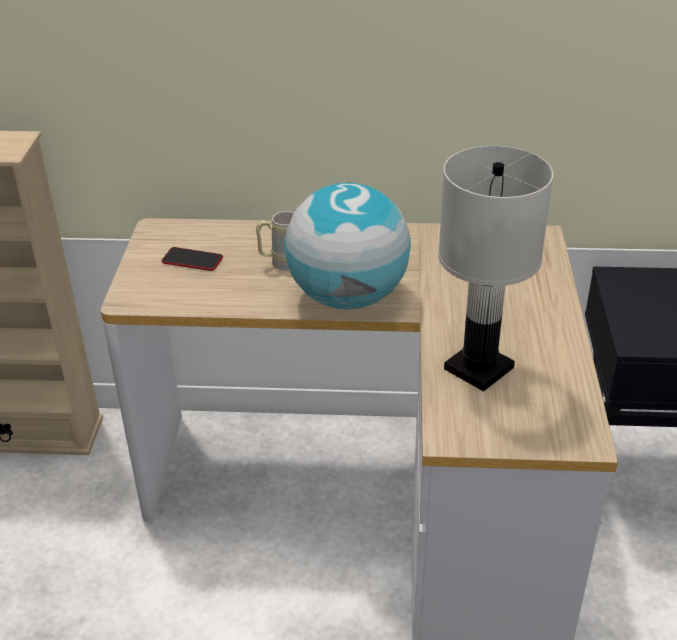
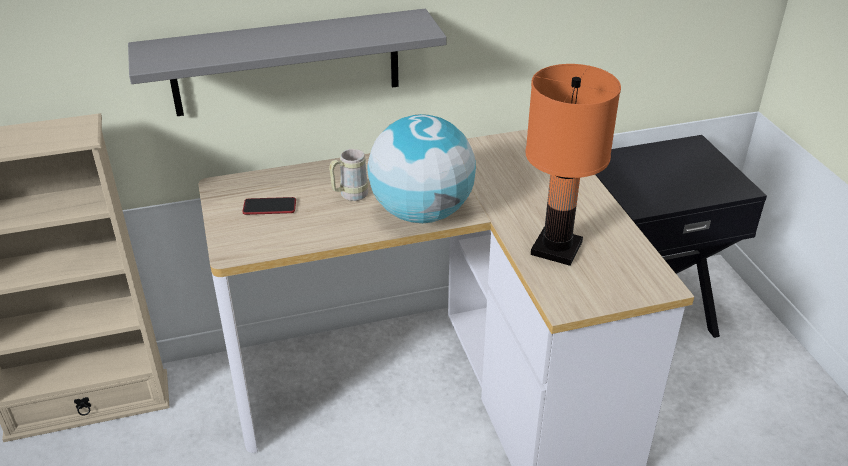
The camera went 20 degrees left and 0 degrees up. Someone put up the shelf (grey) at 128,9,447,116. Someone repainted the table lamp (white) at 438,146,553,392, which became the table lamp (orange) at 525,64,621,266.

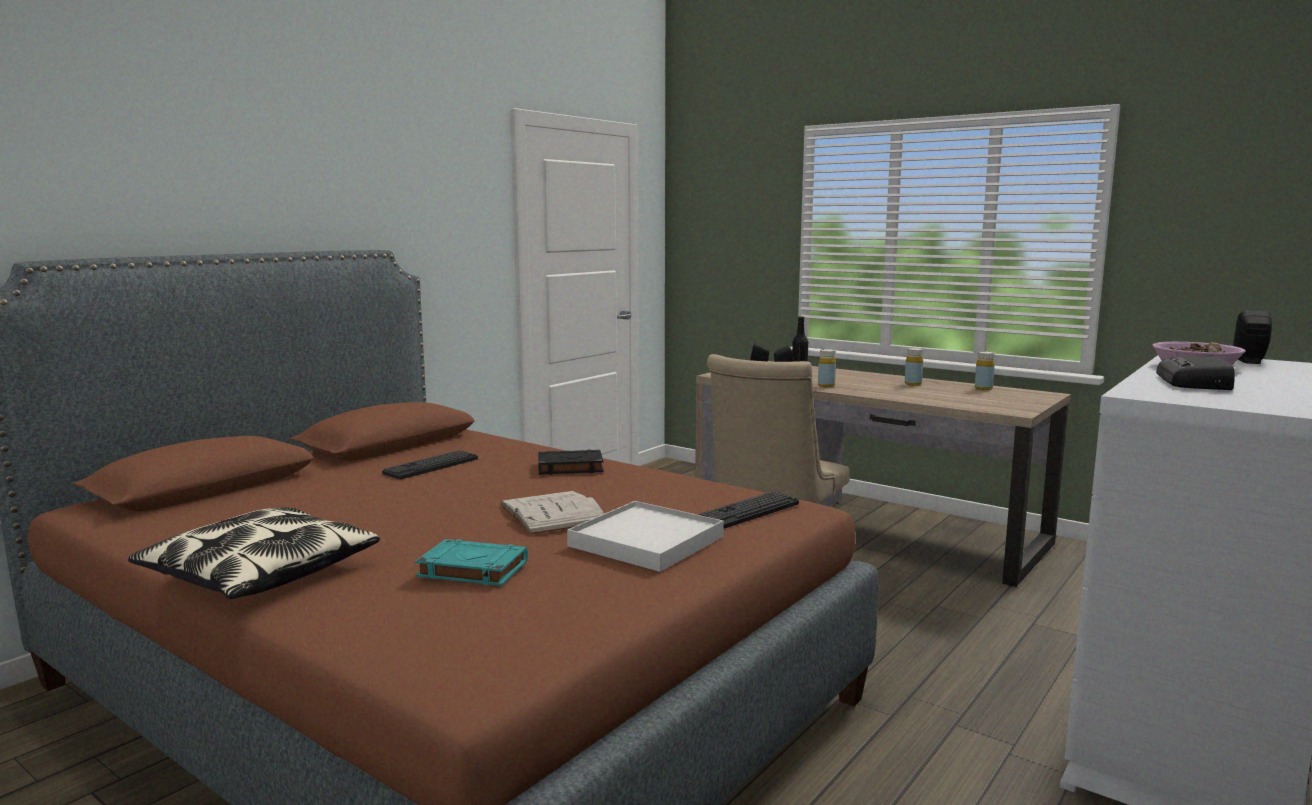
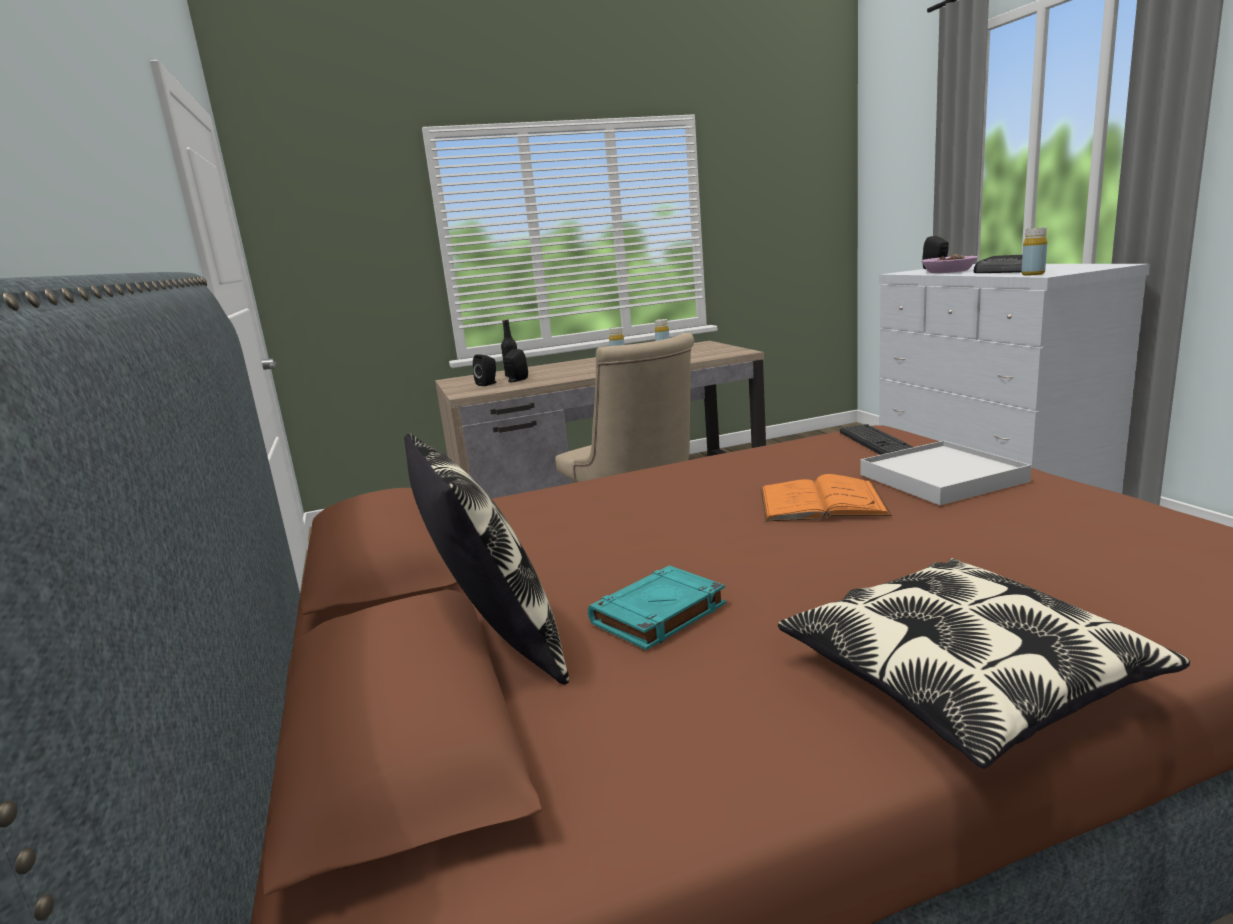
The camera went 55 degrees left and 5 degrees up. Someone put down the pillow at 404,434,569,685. Someone carried the book (turquoise) from 415,539,528,586 to 588,565,726,650. Someone repainted the book (white) at 500,491,604,534, which became the book (orange) at 760,474,892,521. Someone carried the bottle (yellow) from 818,349,836,387 to 1022,227,1047,276. Someone took away the keyboard at 382,450,478,480. Someone took away the book (black) at 538,450,604,475.

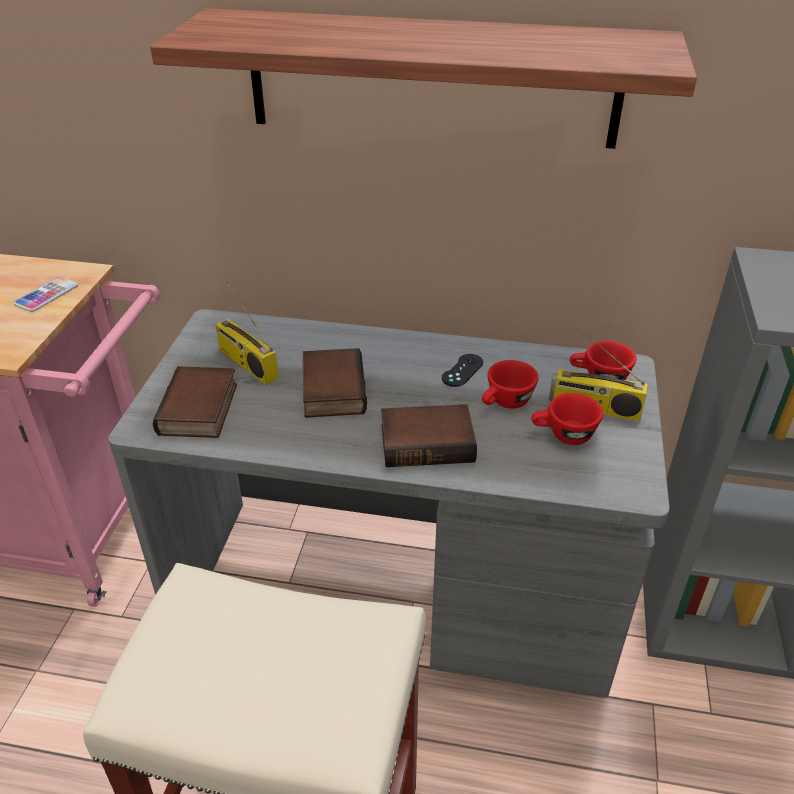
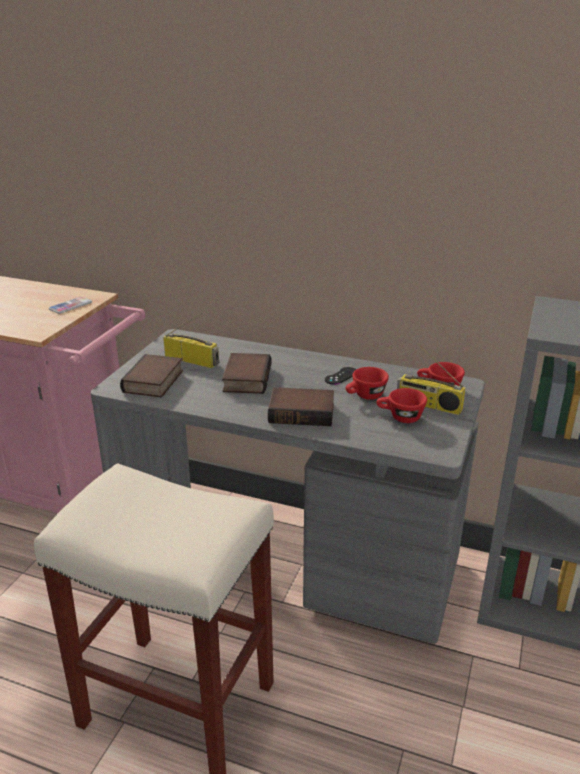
The camera went 10 degrees right and 10 degrees down. Someone rotated the radio at 215,282,279,385 by 150 degrees clockwise. Someone took away the shelf at 150,8,697,149.

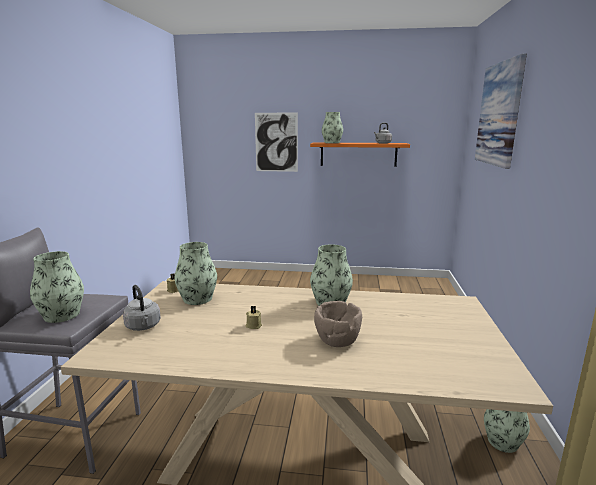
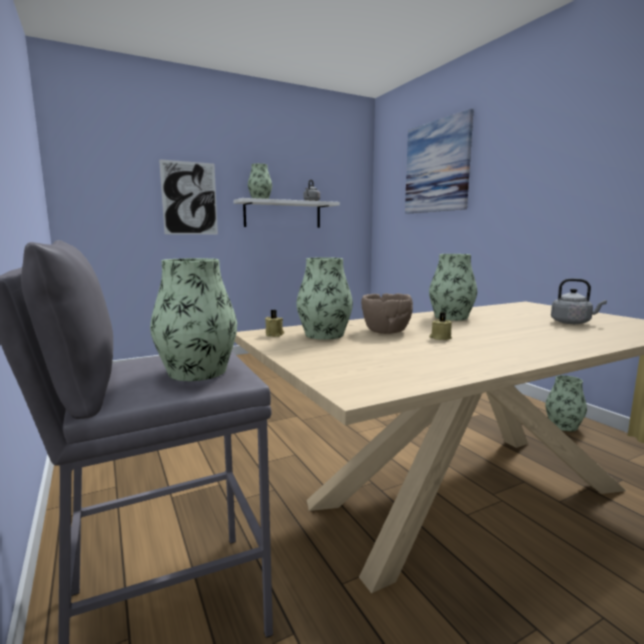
The camera went 35 degrees left and 5 degrees down. Someone repainted the shelf (orange) at 310,142,410,167, which became the shelf (white) at 234,198,340,228. Someone carried the bowl (brown) from 314,301,362,347 to 361,293,413,334. Someone carried the kettle (grey) from 123,285,161,331 to 551,278,607,324.

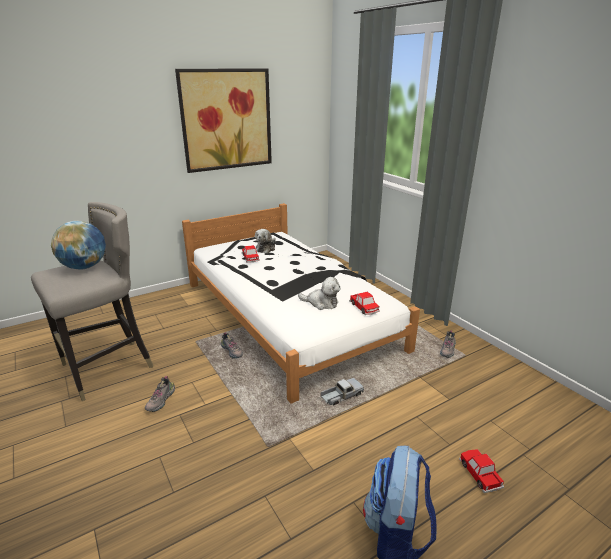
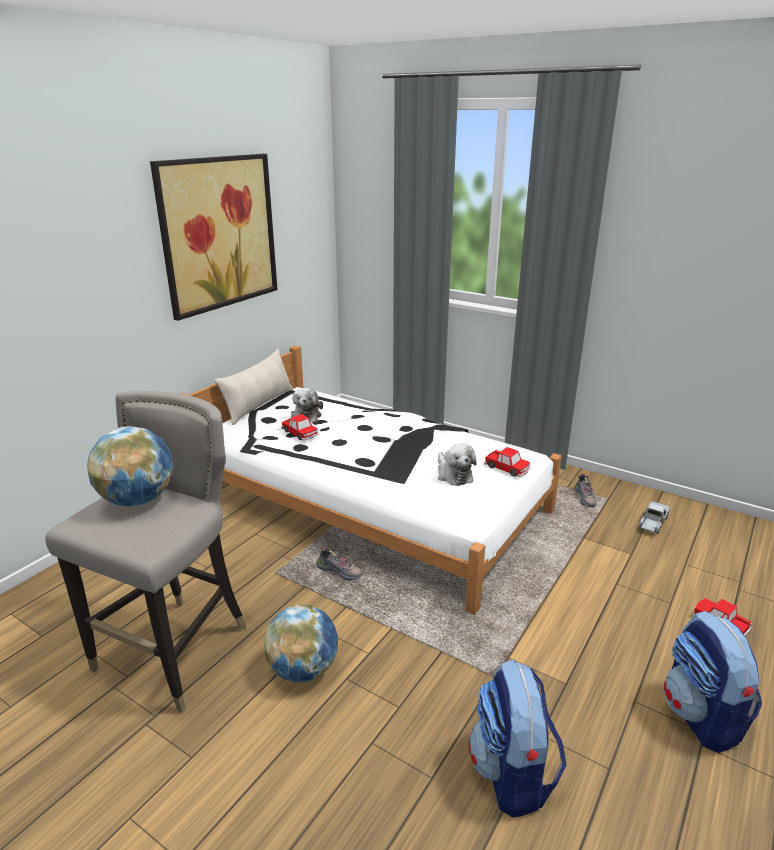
The camera went 25 degrees left and 0 degrees up. Someone put down the pillow (beige) at 215,349,293,425. Someone swapped the shoe at 145,376,175,412 for the globe at 264,604,338,682. Someone rotated the plush toy at 298,277,341,310 by 75 degrees clockwise. Someone put down the backpack at 469,659,567,818. Someone carried the toy truck from 321,378,364,406 to 639,501,670,534.

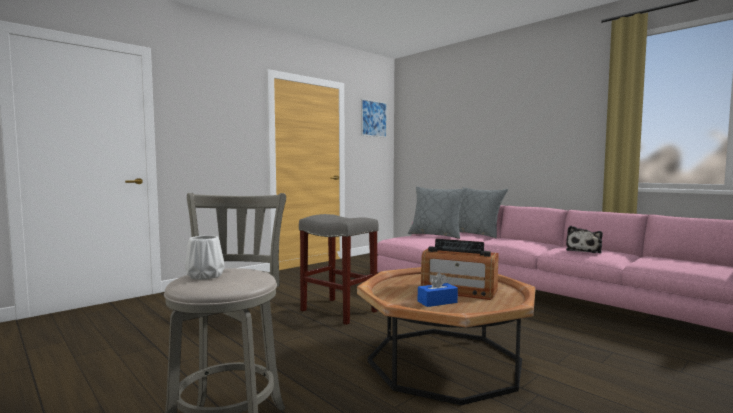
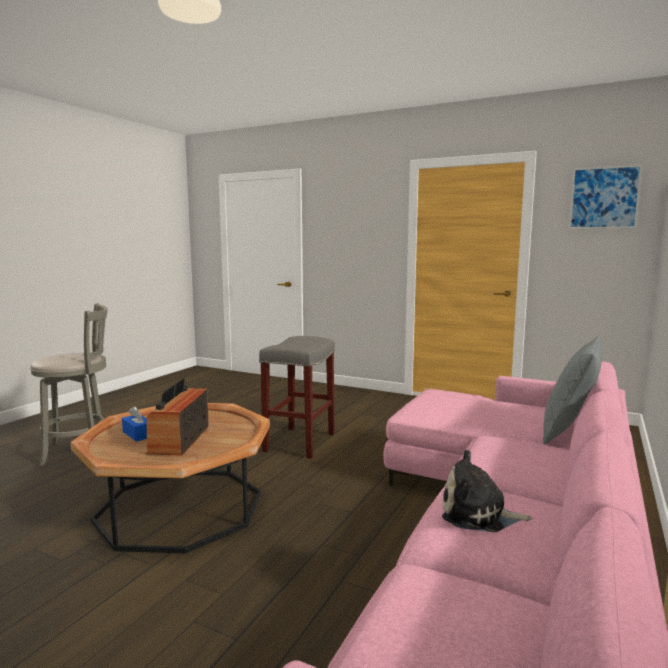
The camera went 70 degrees right and 5 degrees up. Someone took away the vase (white) at 185,235,225,280. Someone took away the pillow (grey) at 408,187,468,239.

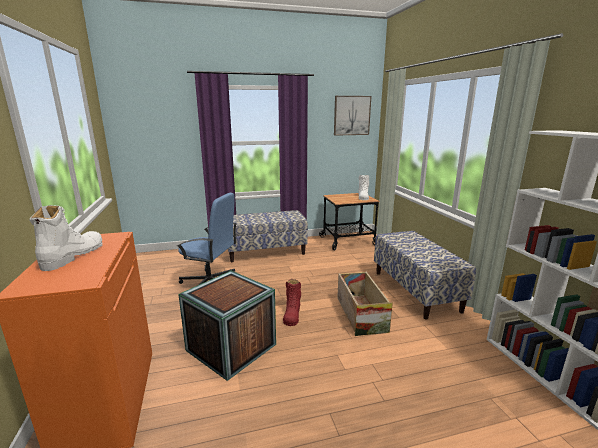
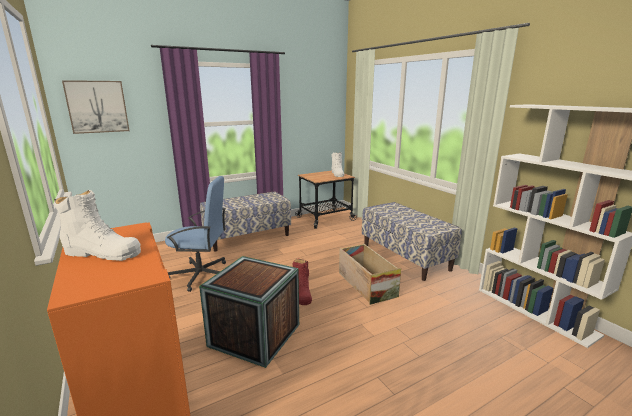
The camera went 15 degrees left and 0 degrees up. Someone rotated the boot (white) at 29,205,102,271 by 105 degrees clockwise. Someone carried the picture from 334,96,372,136 to 62,80,130,134.

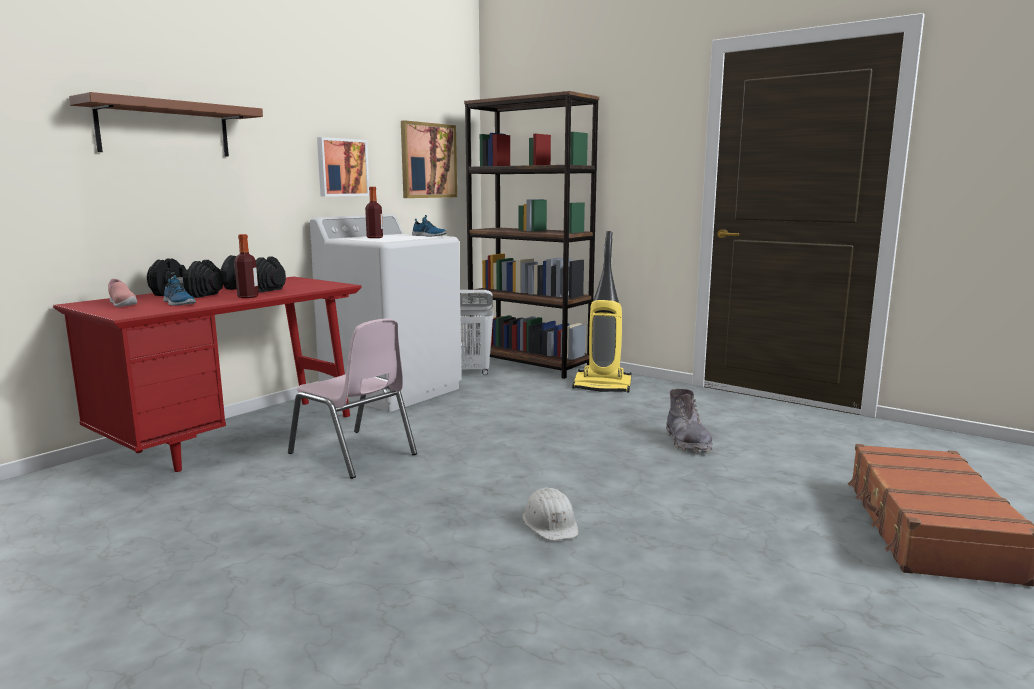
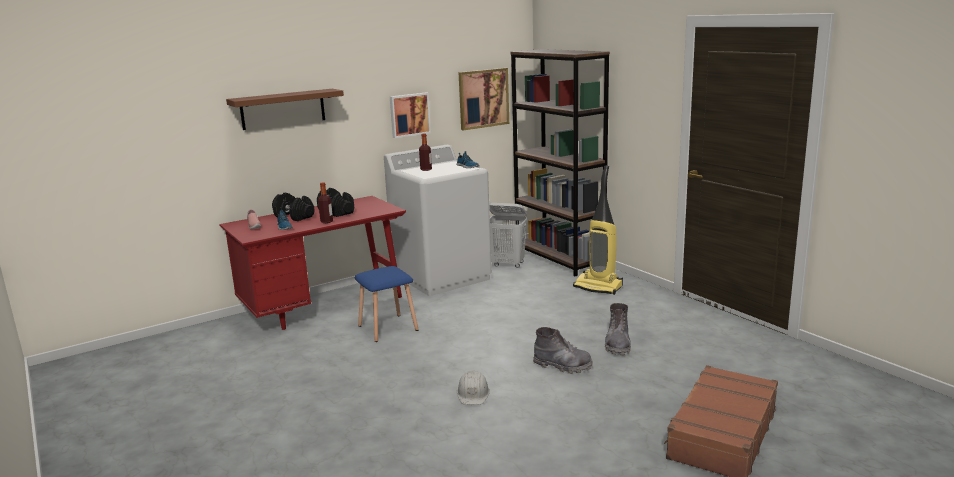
The camera went 20 degrees right and 5 degrees up. Someone swapped the chair (pink) at 288,318,417,479 for the stool (blue) at 355,266,419,342. Someone put down the boot (grey) at 533,327,593,374.

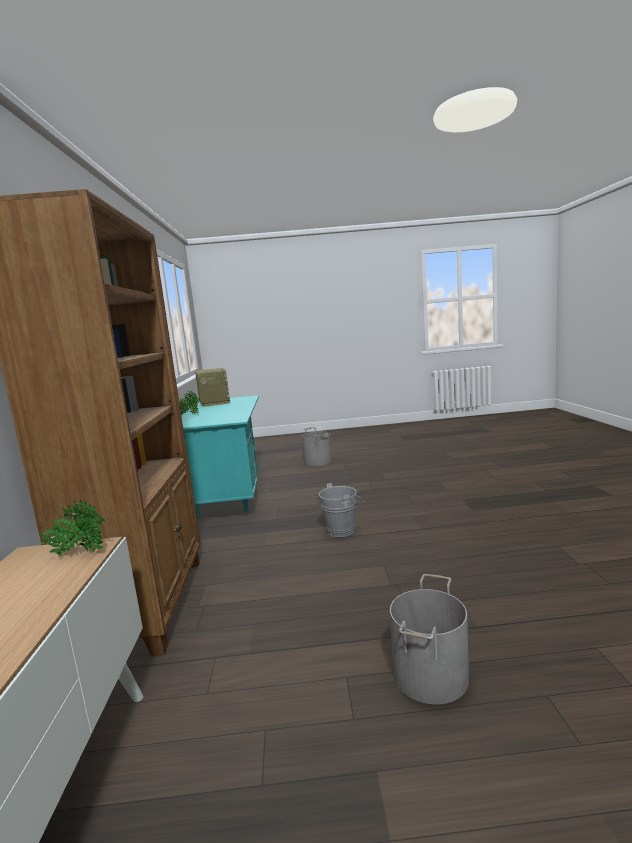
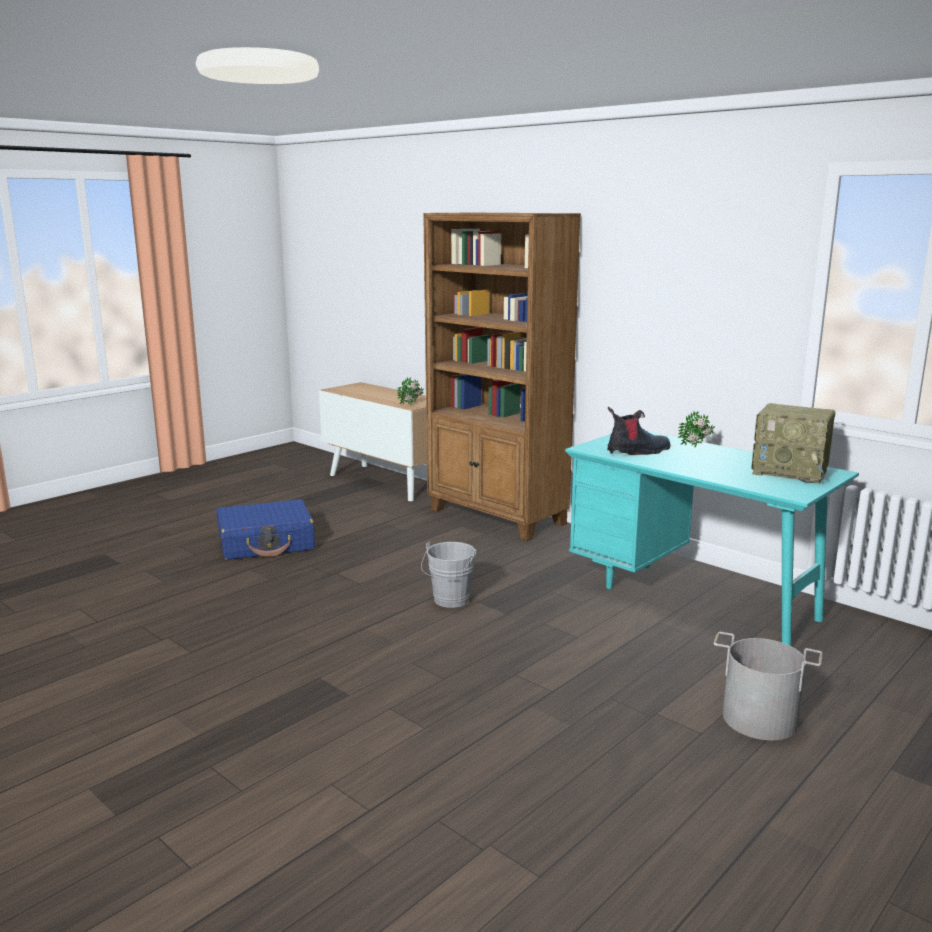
The camera went 135 degrees right and 5 degrees up. Someone swapped the bucket (grey) at 390,574,469,705 for the suitcase (blue) at 216,499,315,560. Someone put down the boot at 607,407,671,455.

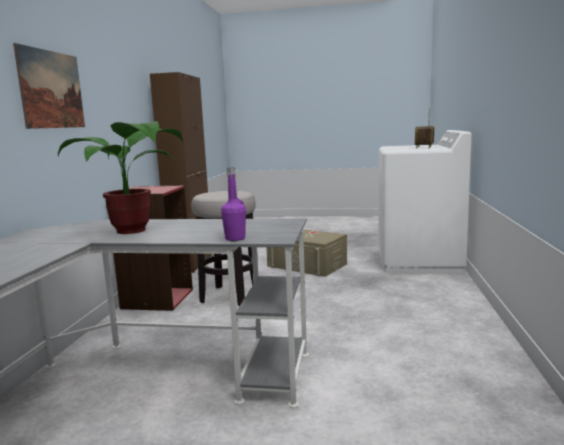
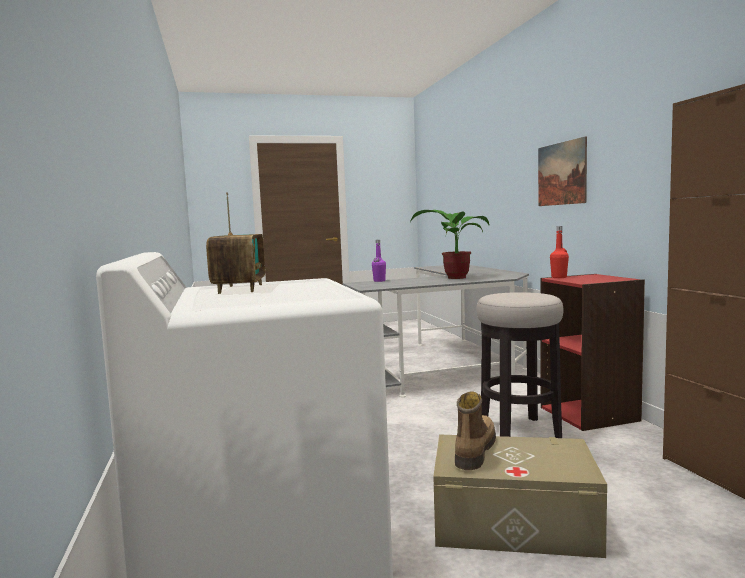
The camera went 155 degrees right and 5 degrees down. Someone put down the boot at 455,392,496,470. Someone put down the bottle (red) at 550,226,569,278.

